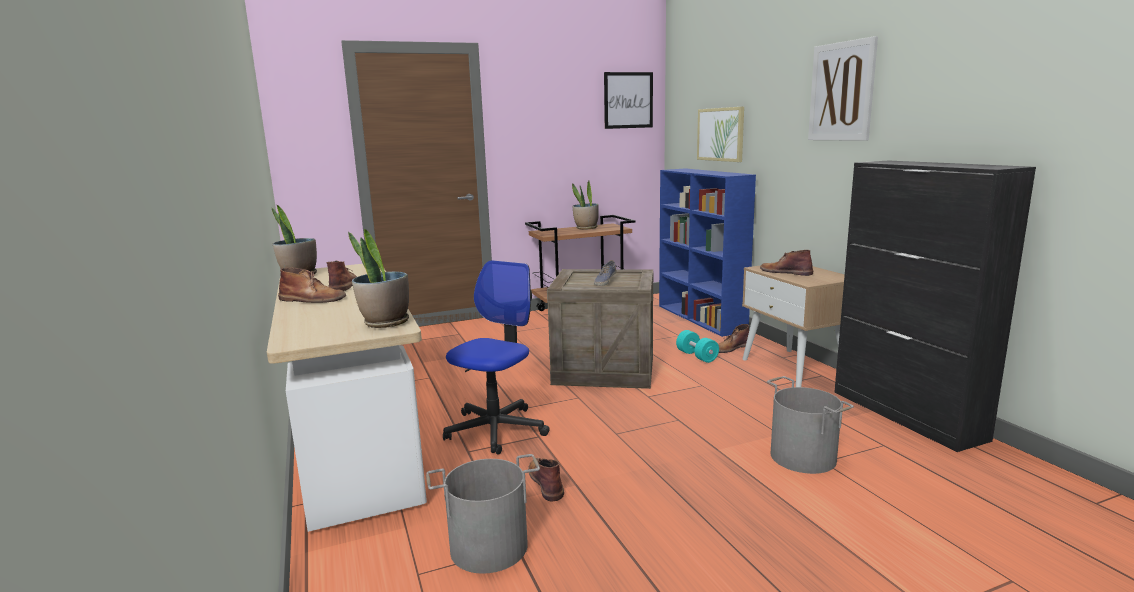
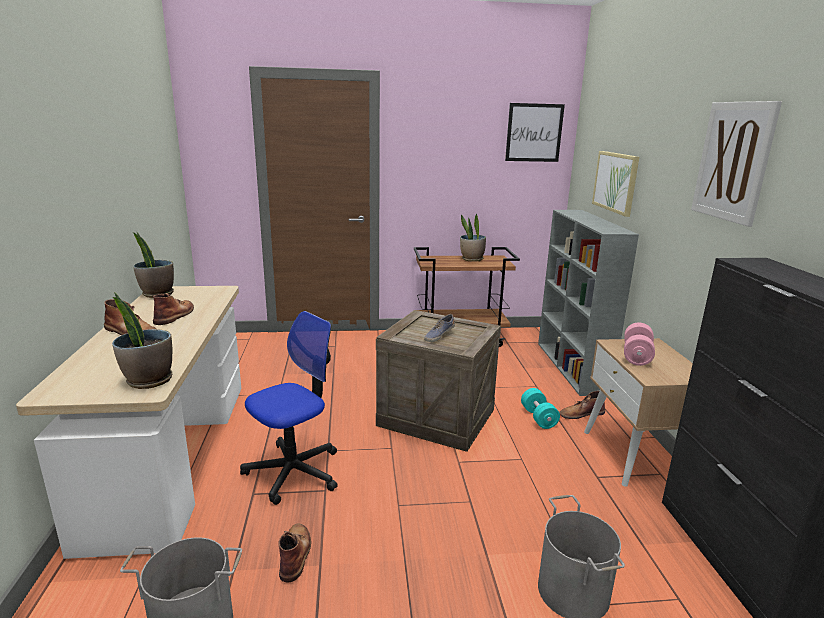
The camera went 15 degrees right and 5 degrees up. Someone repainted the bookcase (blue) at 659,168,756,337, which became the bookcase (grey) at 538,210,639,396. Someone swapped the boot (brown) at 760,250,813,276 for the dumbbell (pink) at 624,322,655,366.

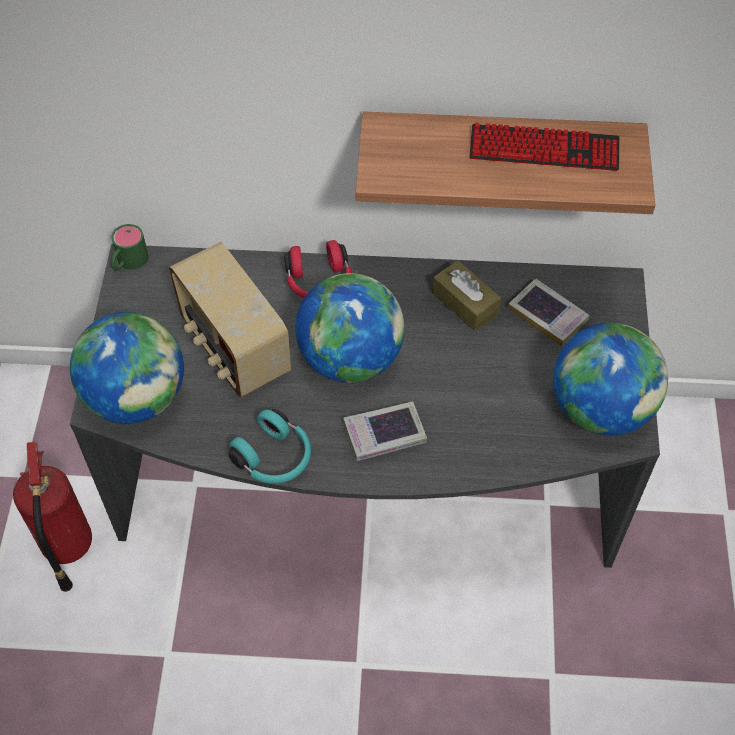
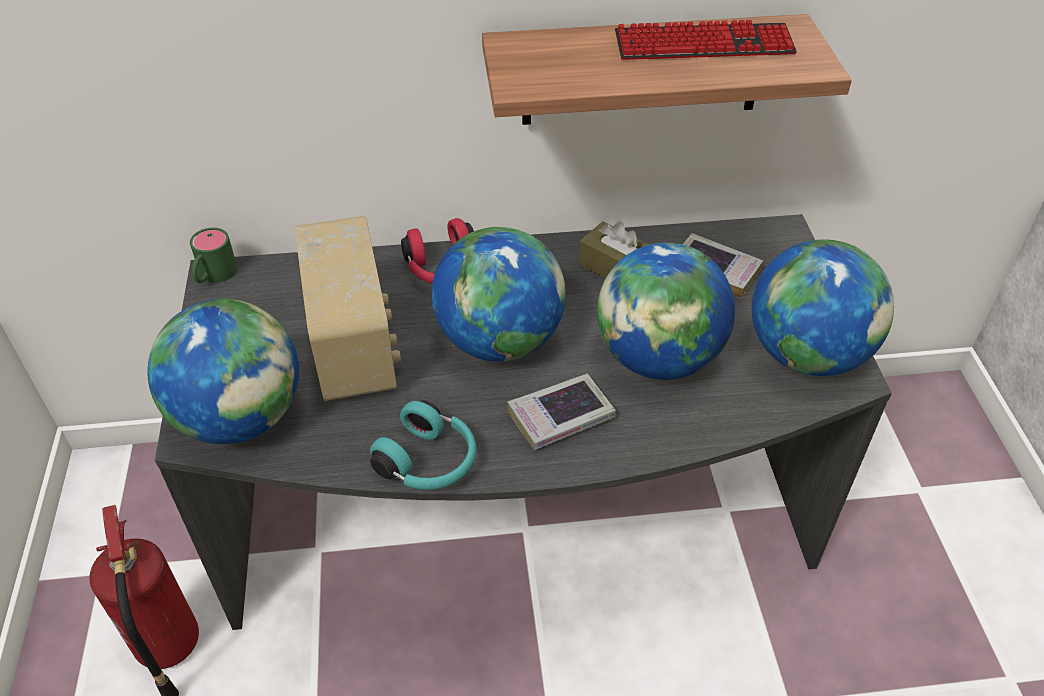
The camera went 10 degrees left and 10 degrees down. Someone rotated the radio at 169,242,291,397 by 150 degrees counterclockwise. Someone put down the globe at 597,243,735,380.

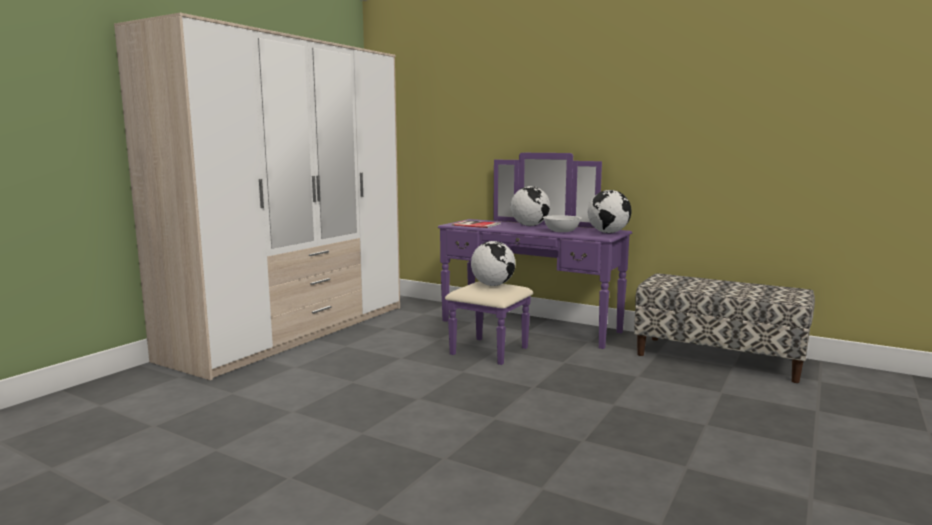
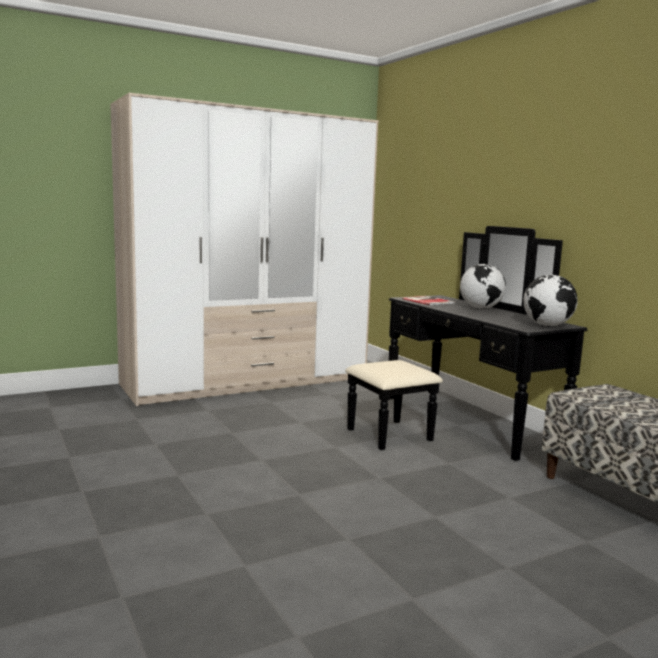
The camera went 30 degrees right and 0 degrees up. Someone repainted the dresser (purple) at 438,153,632,365, which became the dresser (black) at 345,226,587,461. Someone took away the globe at 471,241,516,286. Someone took away the bowl (white) at 543,215,582,232.

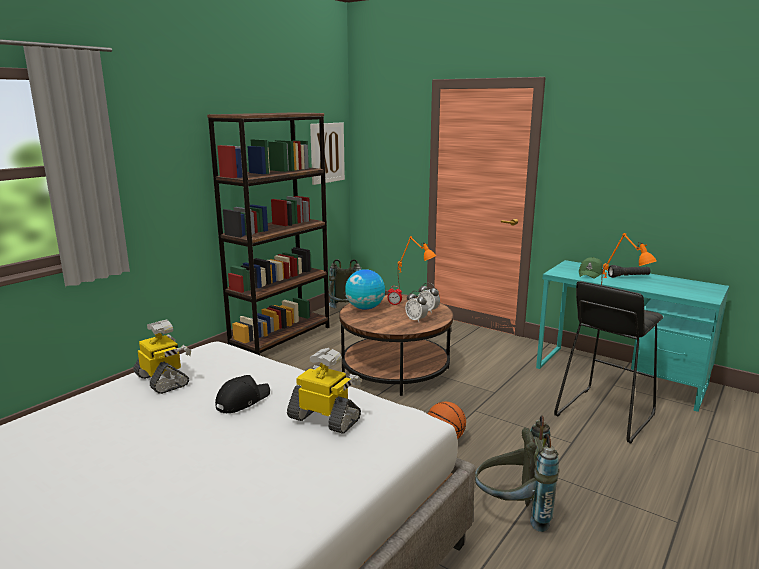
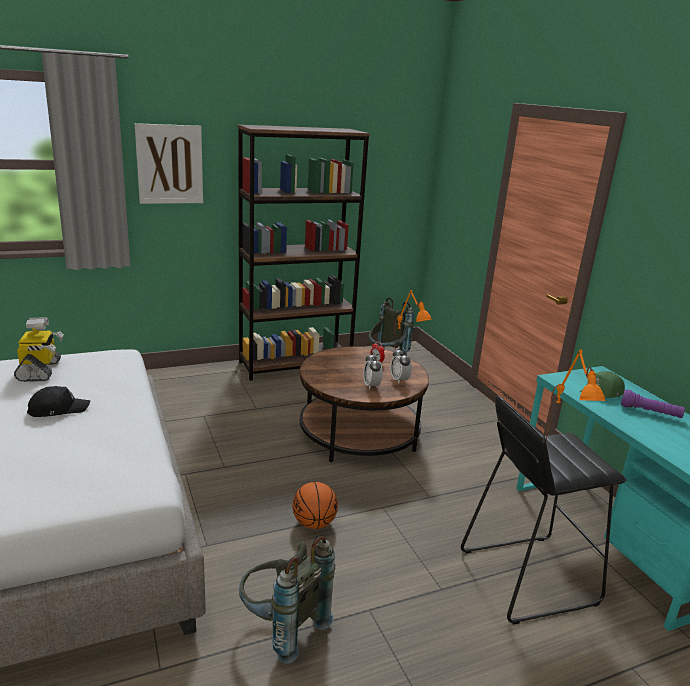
The camera went 30 degrees right and 5 degrees up. Someone carried the picture from 310,122,345,185 to 135,123,203,204. Someone repainted the flashlight (black) at 608,265,650,278, which became the flashlight (purple) at 621,389,685,418. Someone took away the toy robot at 287,348,361,434. Someone took away the globe at 345,269,385,310.

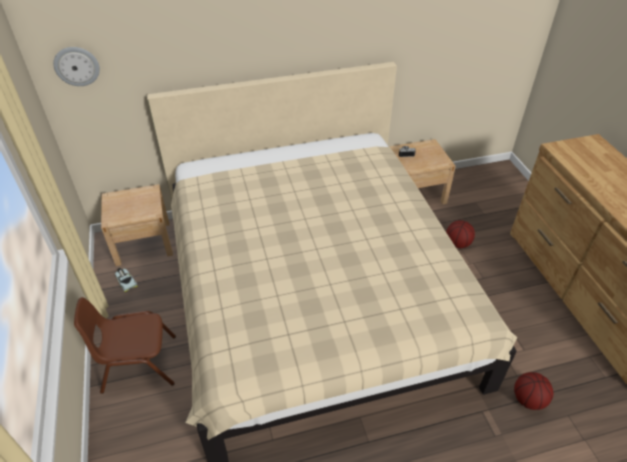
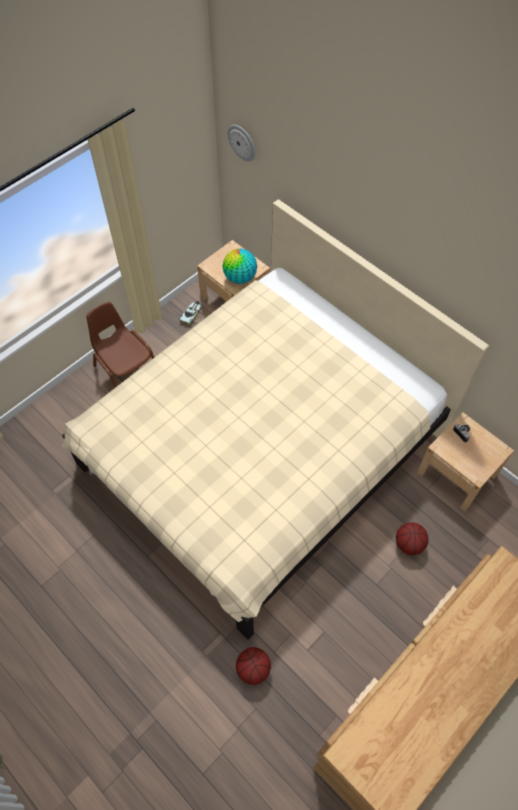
The camera went 60 degrees right and 15 degrees up. Someone put down the globe at 223,248,257,284.

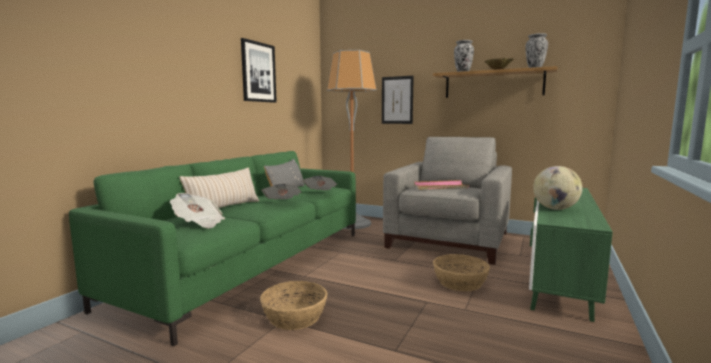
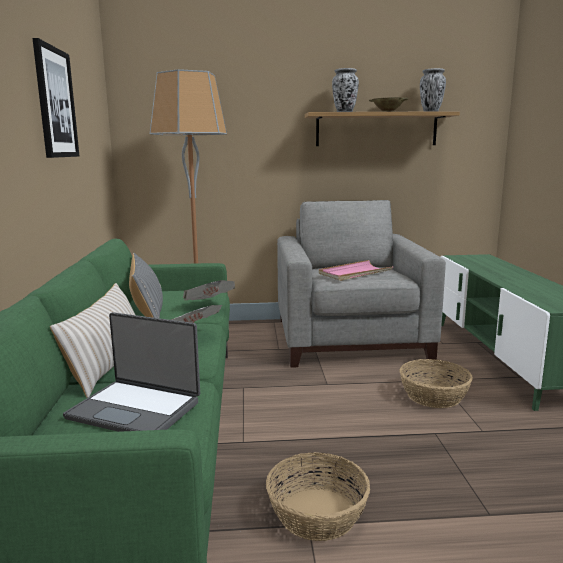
The camera went 30 degrees left and 5 degrees up. Someone swapped the newspaper at 170,193,225,228 for the laptop at 63,312,200,432. Someone took away the picture at 382,76,414,124. Someone took away the globe at 533,166,583,210.

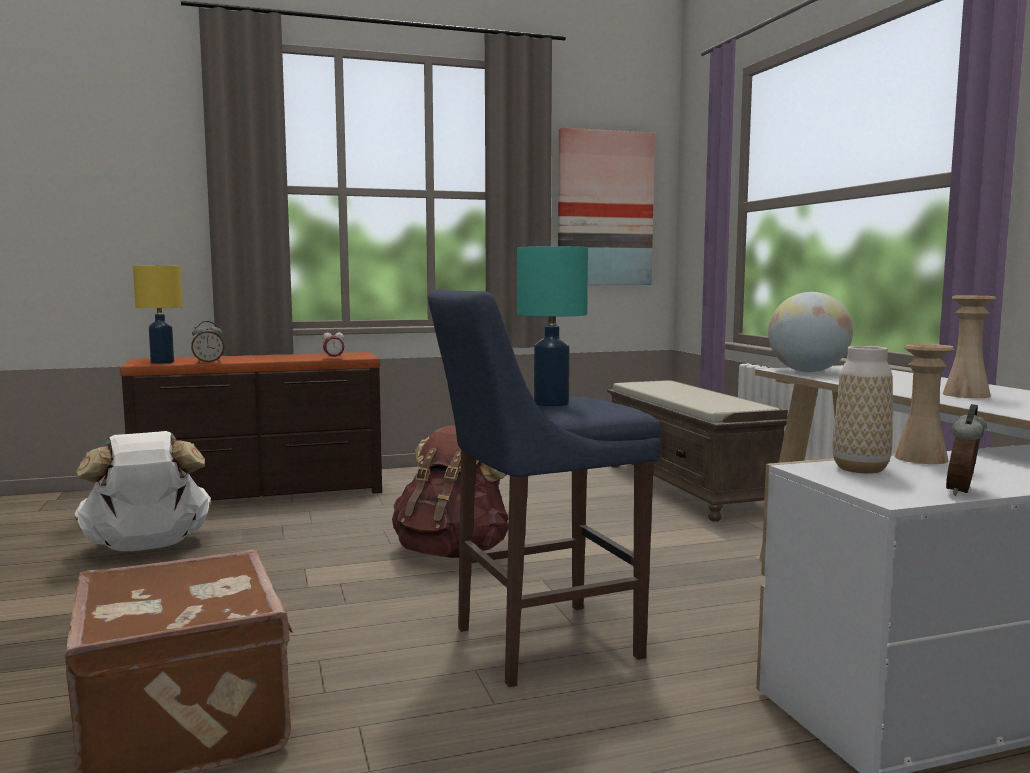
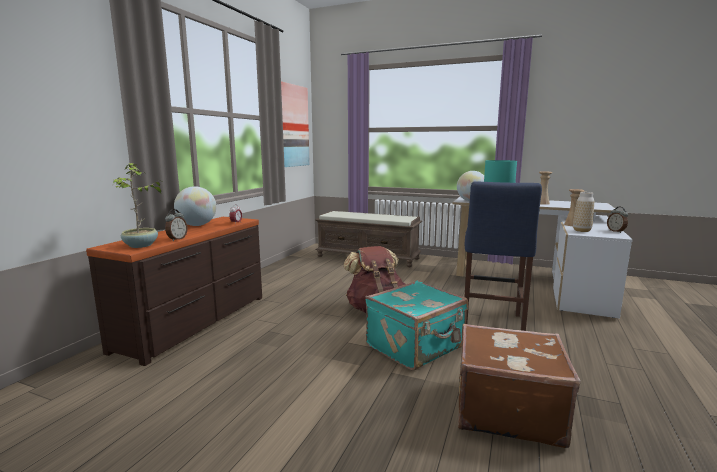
The camera went 50 degrees left and 5 degrees up. Someone swapped the table lamp (yellow) at 133,266,183,364 for the potted plant at 113,163,161,248. Someone put down the globe at 174,186,216,226. Someone put down the suitcase (turquoise) at 365,280,468,370. Someone took away the backpack (white) at 75,431,212,551.

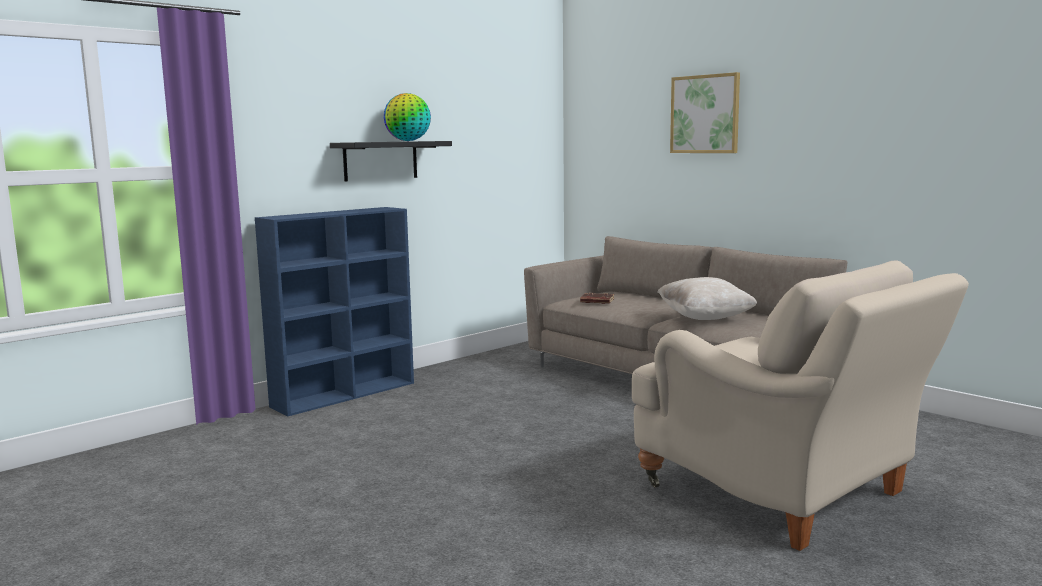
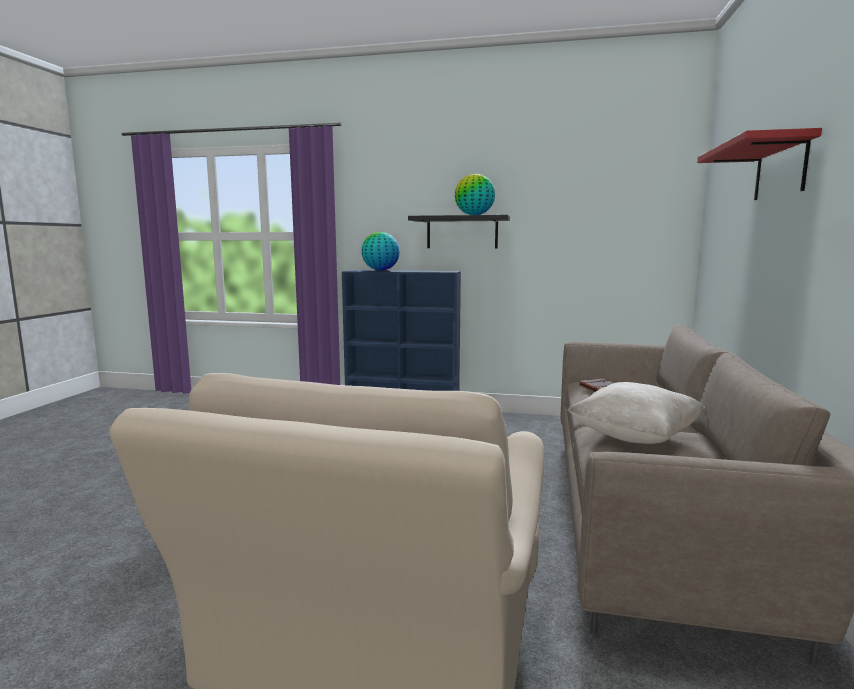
The camera went 55 degrees right and 0 degrees up. Someone put down the globe at 361,232,400,271. Someone swapped the picture at 670,72,740,153 for the shelf (red) at 697,128,822,200.

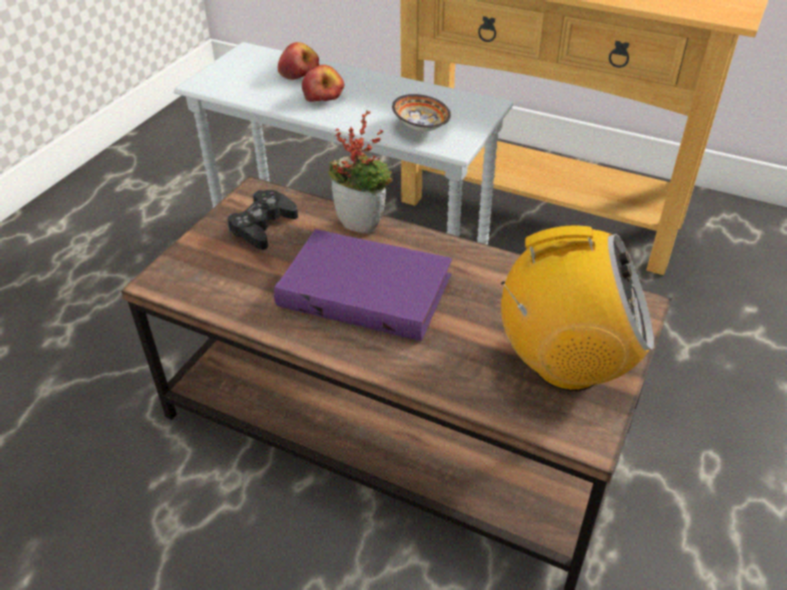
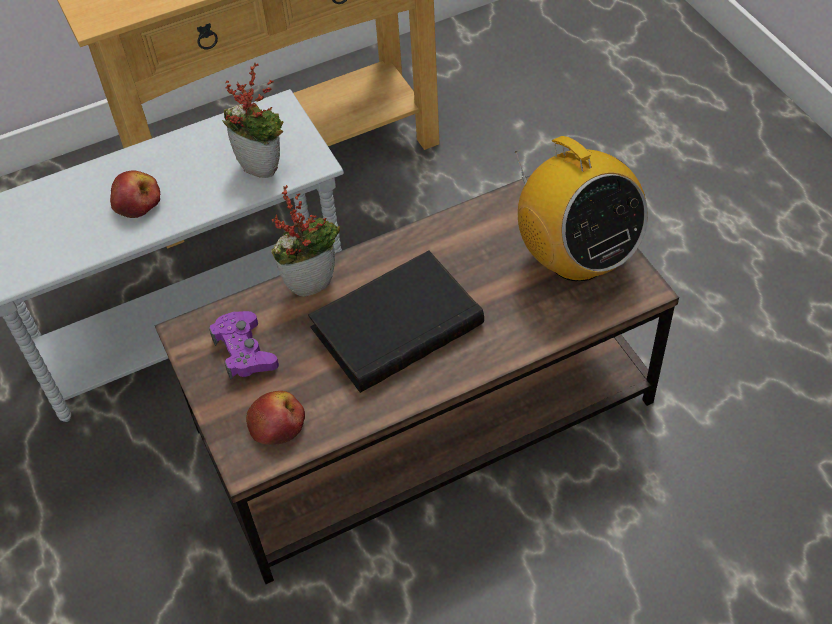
The camera went 50 degrees left and 10 degrees up. Someone repainted the game controller (black) at 227,190,298,250, which became the game controller (purple) at 209,311,279,380. Someone swapped the bowl at 392,94,451,131 for the potted plant at 222,63,284,178. Someone carried the apple from 278,42,319,80 to 246,391,305,445. Someone repainted the book (purple) at 274,229,452,341, which became the book (black) at 308,250,484,393. Someone rotated the radio at 501,226,654,391 by 105 degrees clockwise.

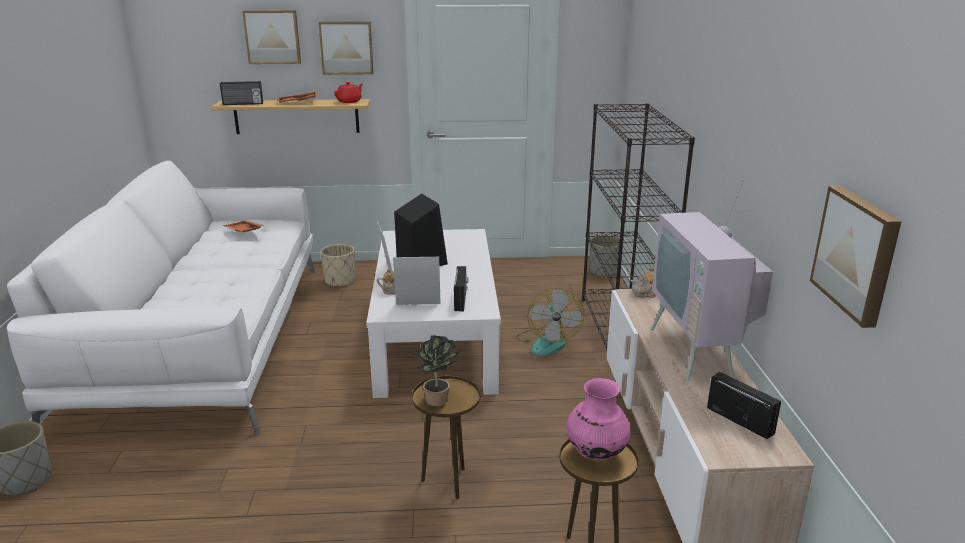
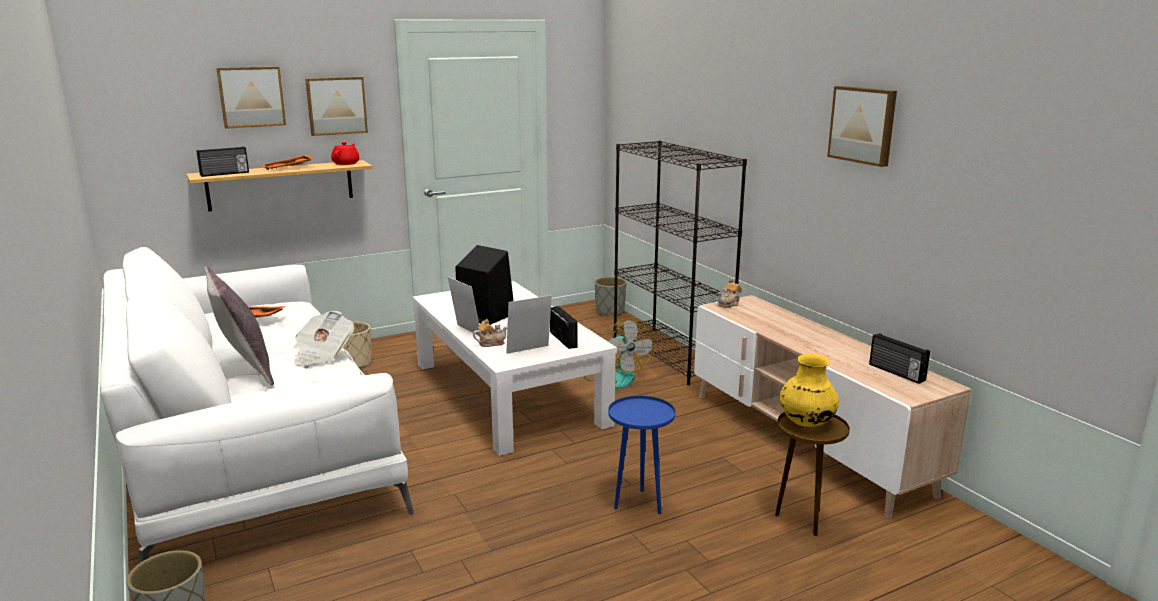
The camera went 25 degrees left and 5 degrees down. Someone put down the pillow (grey) at 204,266,274,385. Someone put down the newspaper at 294,311,354,366. Someone repainted the side table (brown) at 412,376,480,499, which became the side table (blue) at 608,396,676,514. Someone repainted the vase (pink) at 566,378,631,460, which became the vase (yellow) at 780,354,839,427. Someone carried the picture from 810,186,902,328 to 827,86,897,167. Someone rotated the radio at 707,372,781,439 by 150 degrees counterclockwise. Someone took away the potted plant at 414,335,462,406. Someone took away the television at 651,164,773,381.

